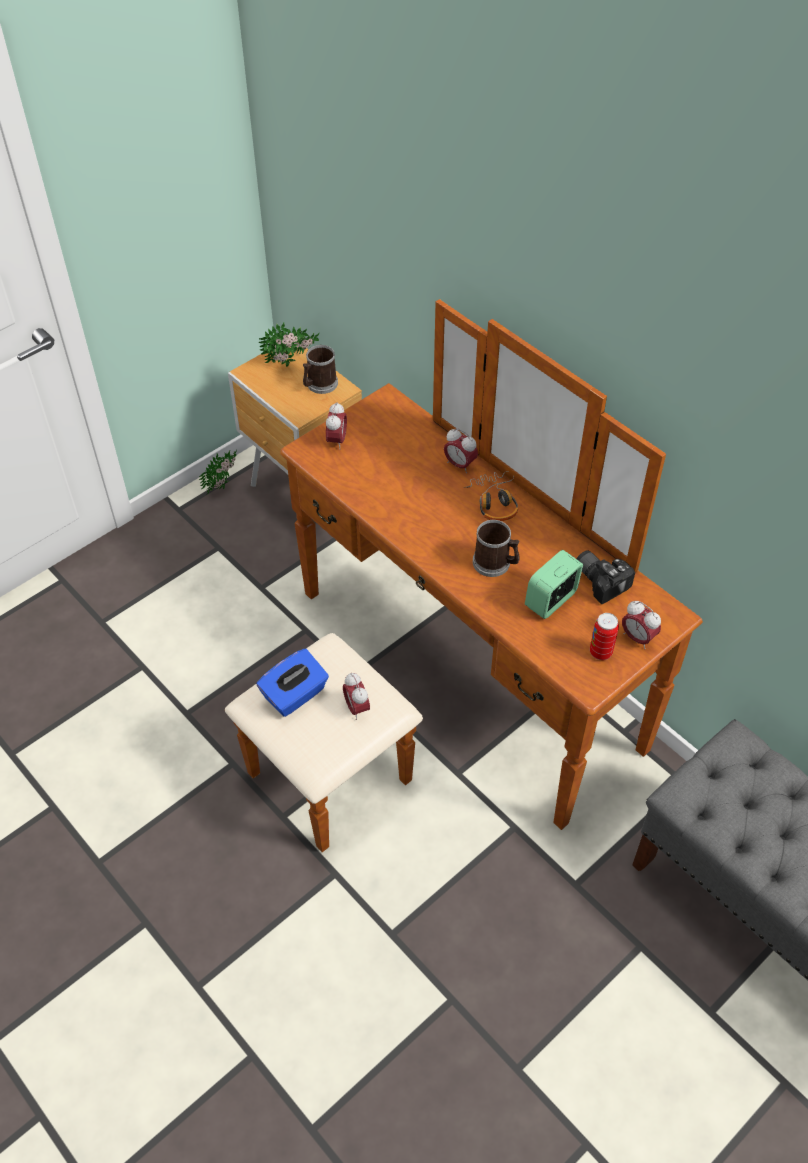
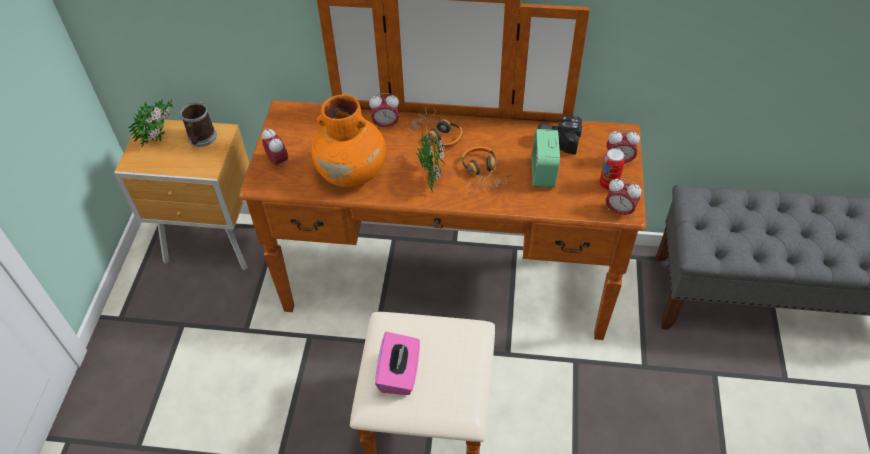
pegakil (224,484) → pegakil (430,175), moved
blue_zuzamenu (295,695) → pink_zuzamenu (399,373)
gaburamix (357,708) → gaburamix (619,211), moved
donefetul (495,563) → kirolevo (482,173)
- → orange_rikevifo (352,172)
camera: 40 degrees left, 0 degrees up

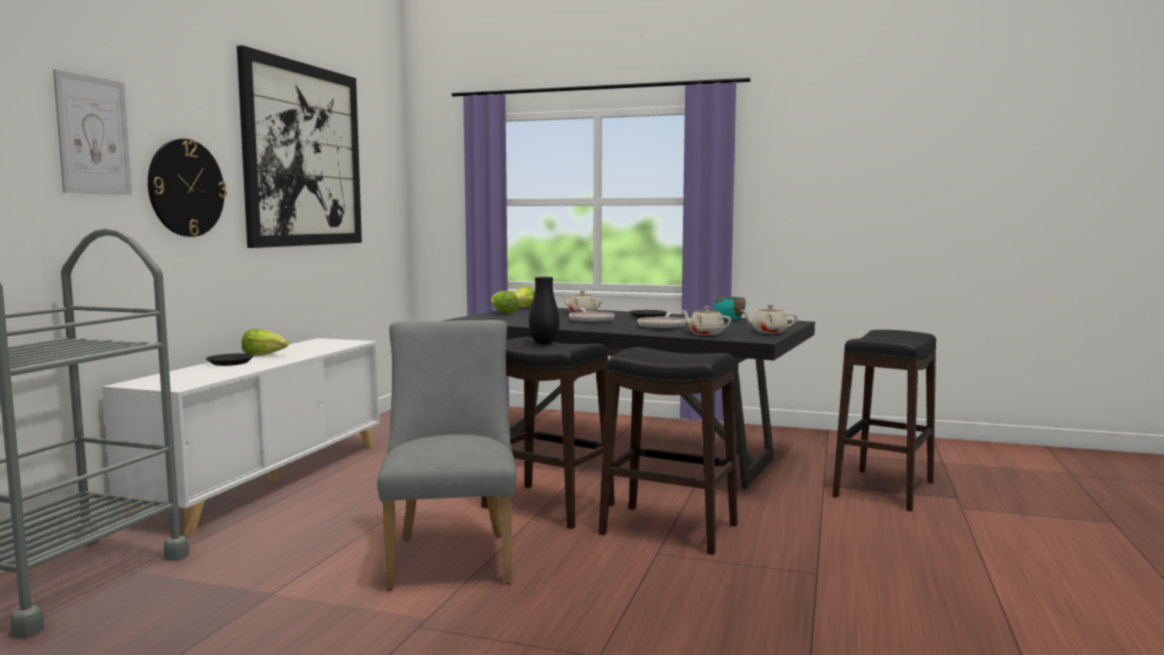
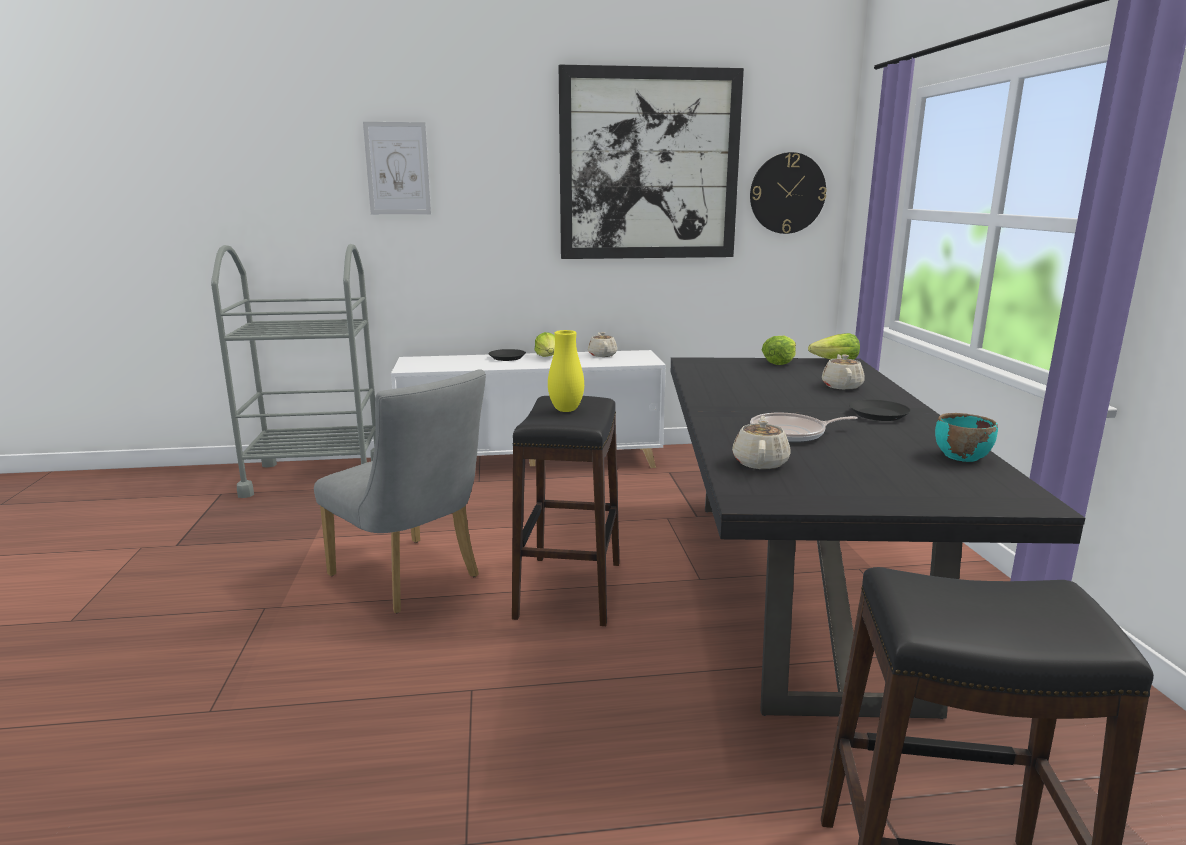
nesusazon (186,188) → nesusazon (787,193), moved
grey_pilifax (452,555) → grey_pilifax (411,579), 75 degrees clockwise
black_rikevifo (544,343) → yellow_rikevifo (566,410)
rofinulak (591,320) → -
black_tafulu (668,529) → -
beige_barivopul (768,332) → beige_barivopul (602,355), moved
camera: 65 degrees right, 10 degrees up

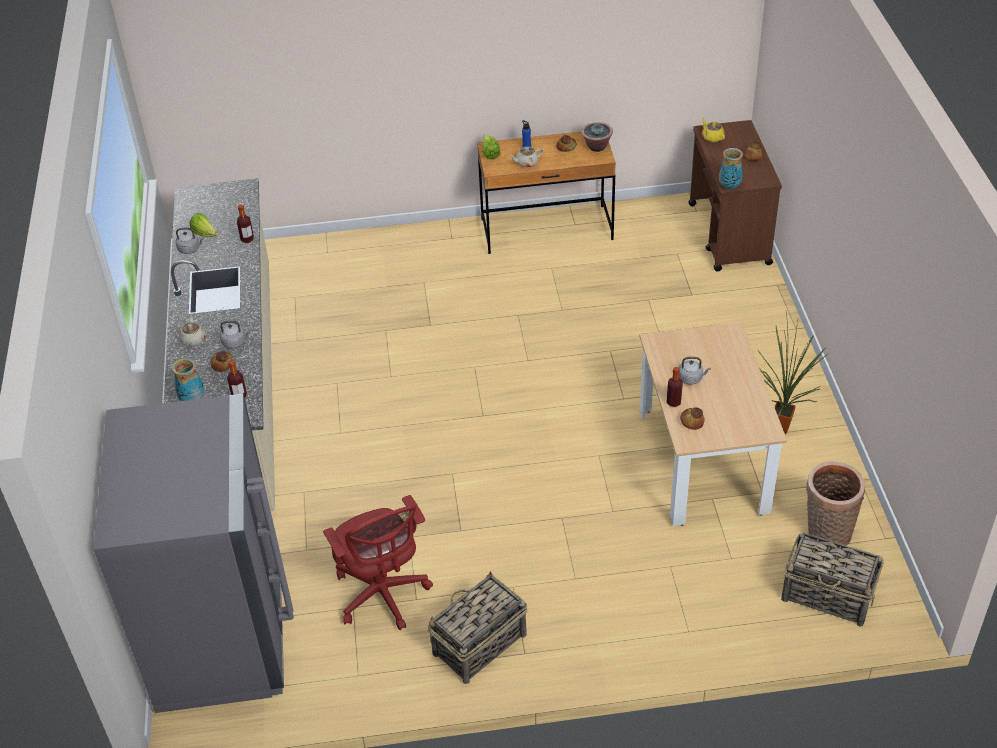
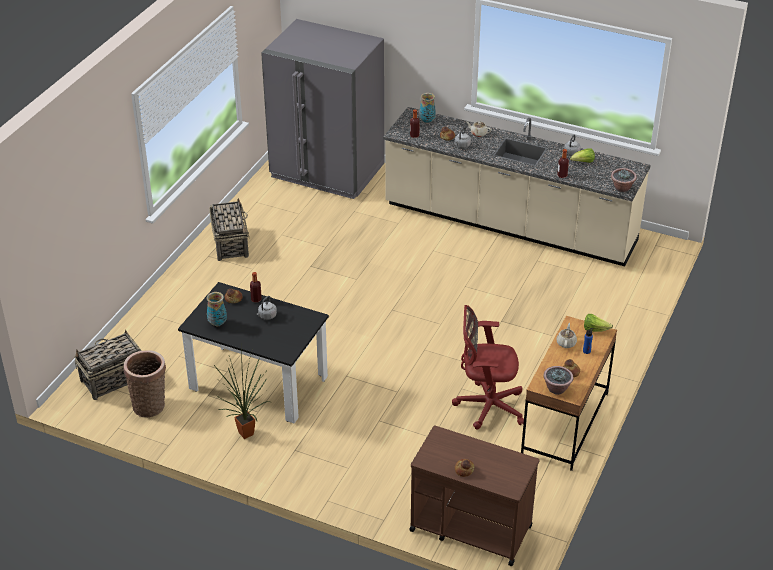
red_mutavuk (383,595) → red_mutavuk (486,406), moved
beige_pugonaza (702,461) → black_pugonaza (258,383)
yellow_barivopul (712,137) → -
rikevifo (729,186) → rikevifo (217,323), moved
- → pegakil (622,188)
camera: 120 degrees right, 5 degrees down

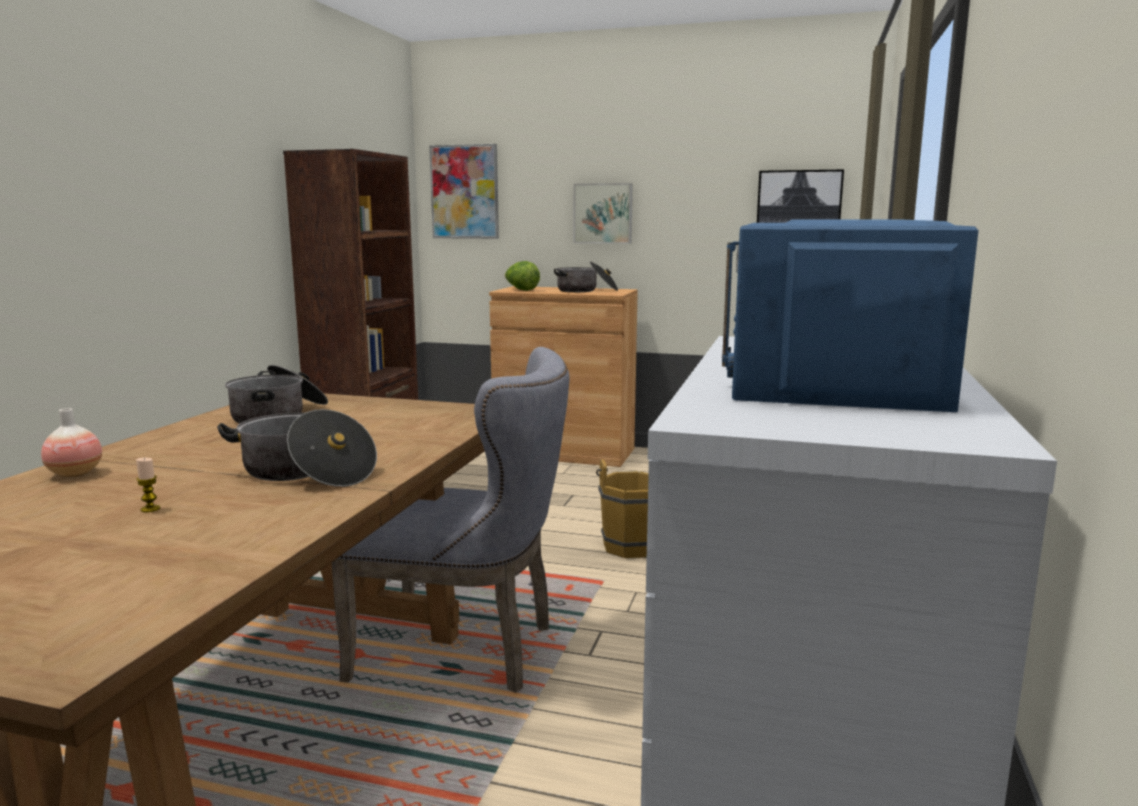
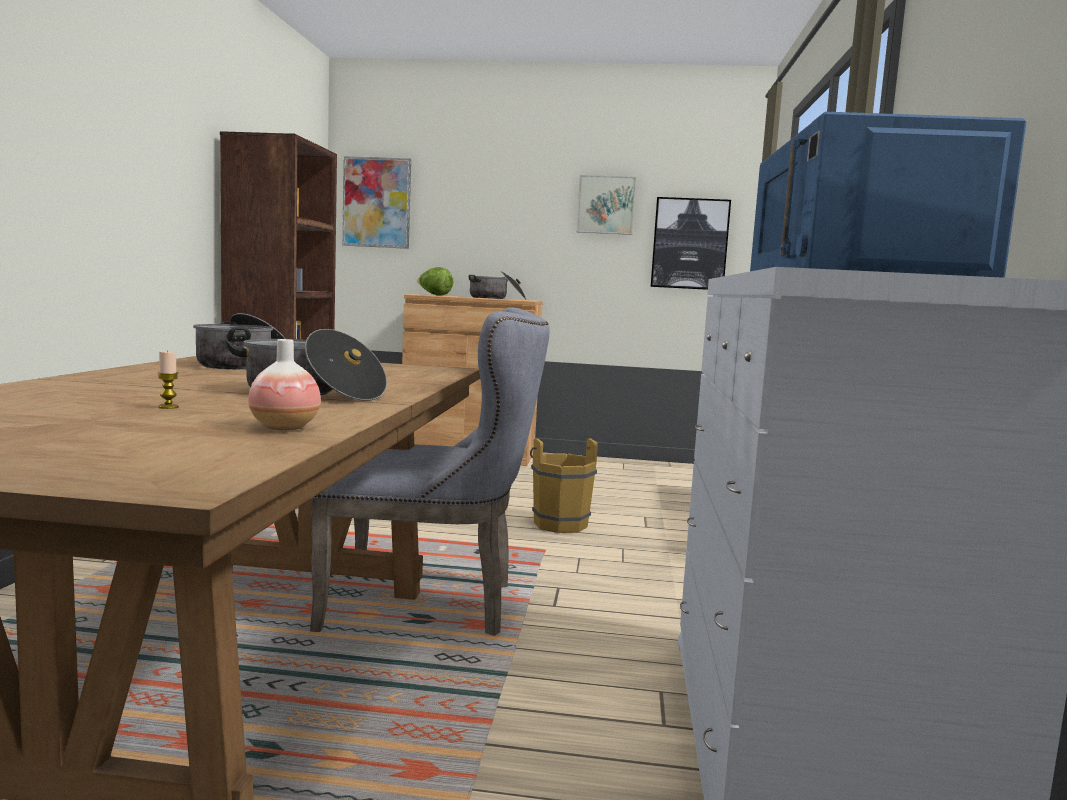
rikevifo (75,474) → rikevifo (284,428), moved
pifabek (603,213) → pifabek (606,205), moved
camera: 10 degrees left, 5 degrees down

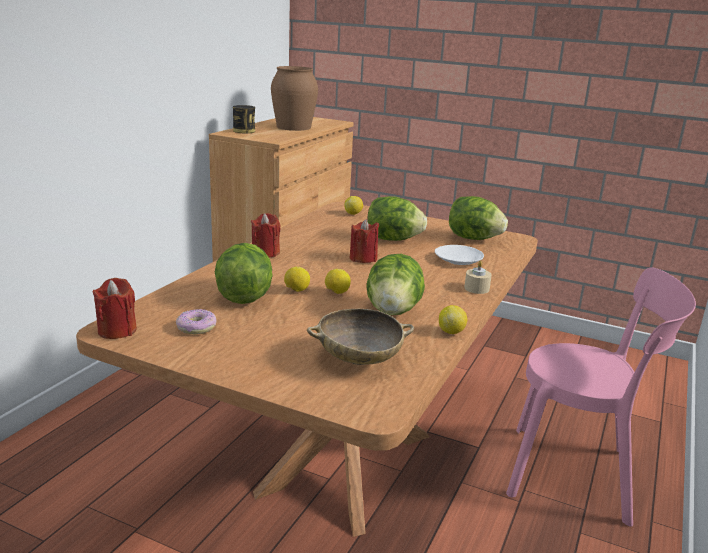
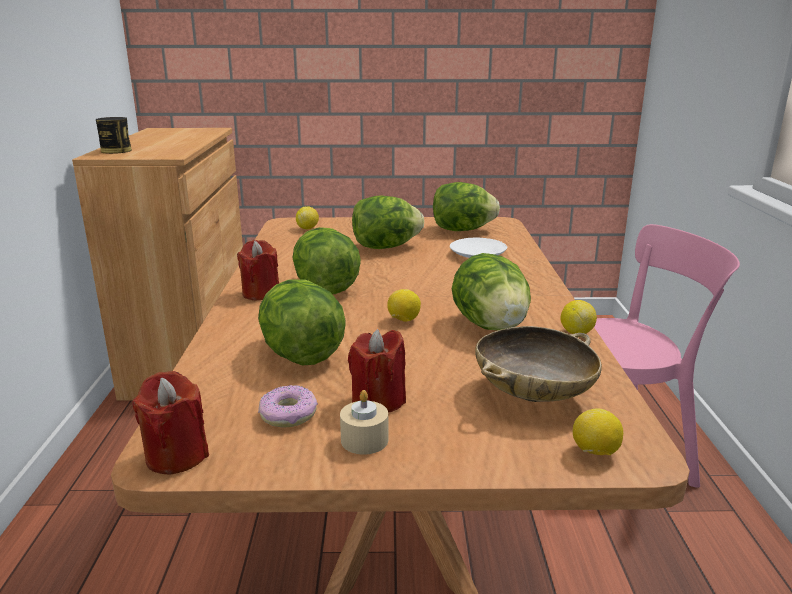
brown_rikevifo (293,127) → -
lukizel (296,290) → lukizel (594,452), moved
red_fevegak (363,258) → red_fevegak (378,401), moved
beige_fevegak (476,288) → beige_fevegak (364,440), moved
- → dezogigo (325,288)
camera: 25 degrees left, 0 degrees up

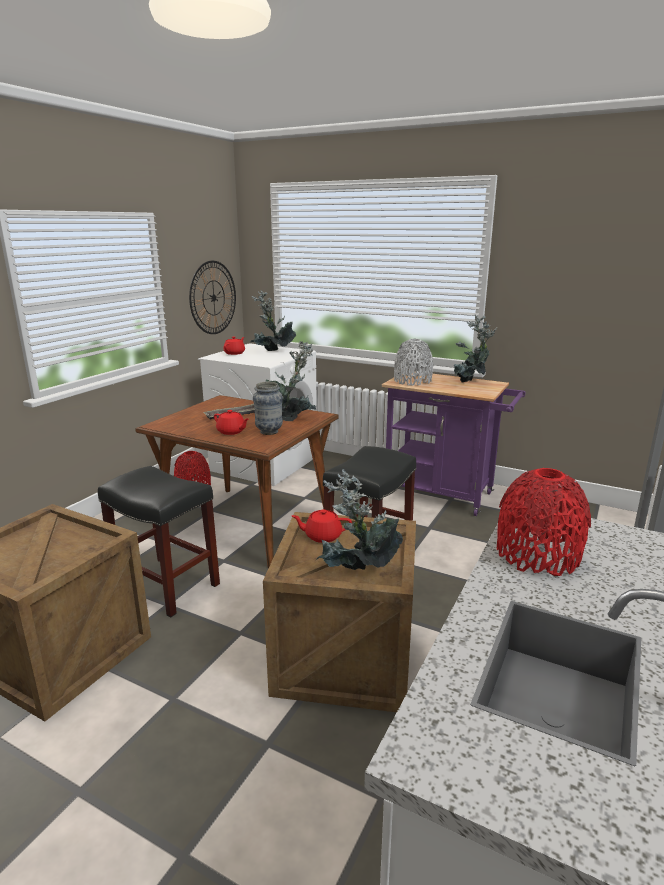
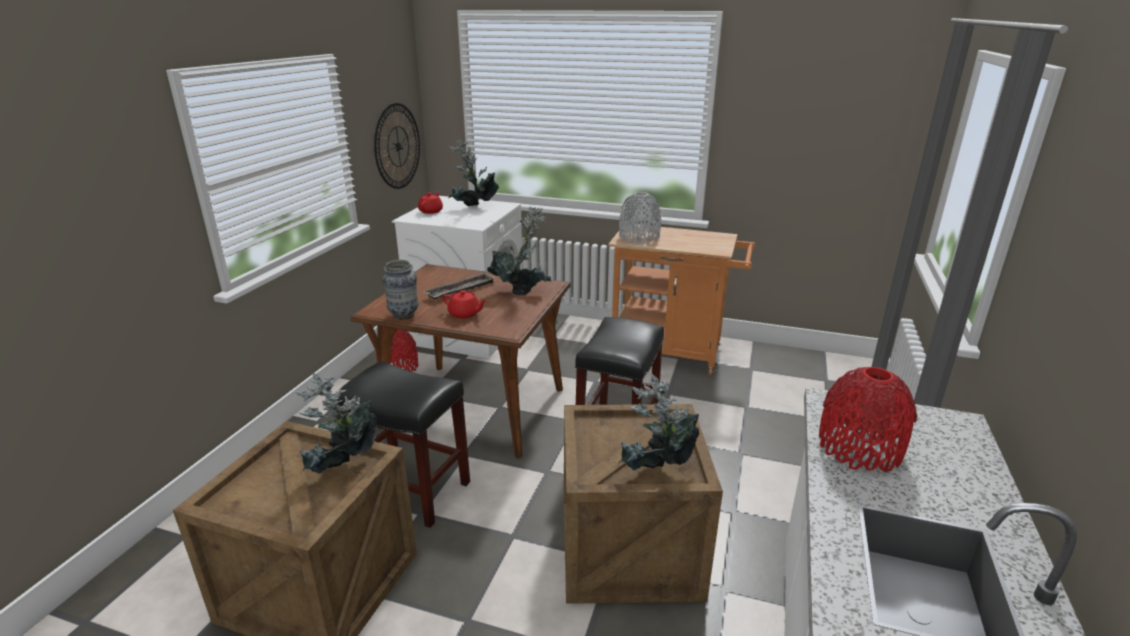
rikevifo (269,432) → rikevifo (404,315), moved
red_barivopul (322,536) → -
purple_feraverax (445,495) → orange_feraverax (673,354)
pegakil (471,383) → pegakil (345,469), moved
camera: 10 degrees left, 5 degrees up

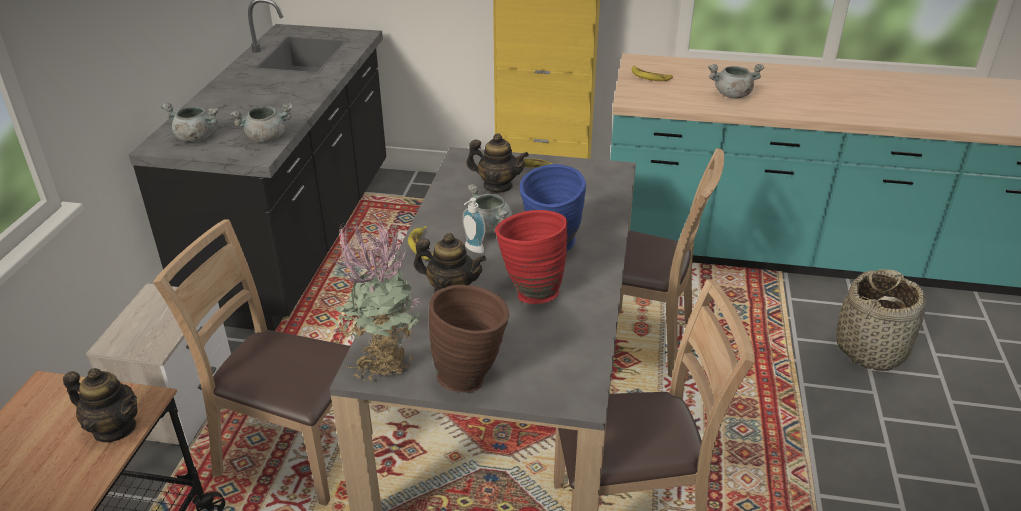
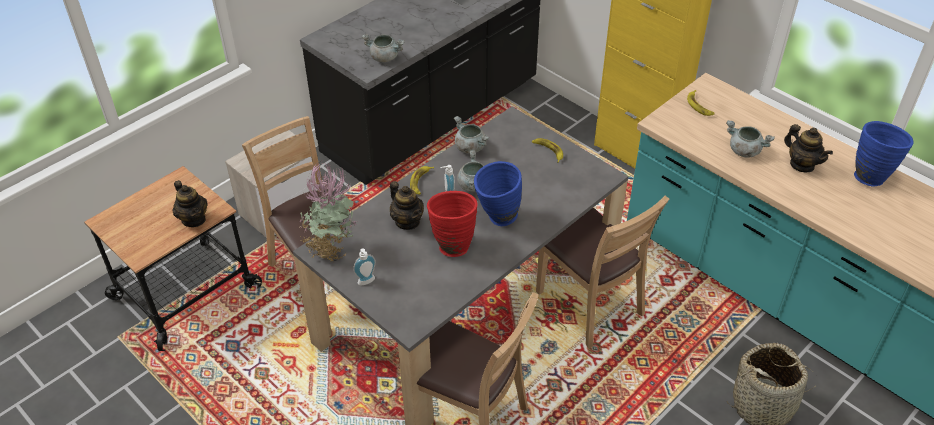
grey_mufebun (195,138) → grey_mufebun (470,147), moved
brown_rikevifo (471,376) → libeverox (367,282)
barivopul (497,186) → barivopul (802,165), moved
- → blue_rikevifo (870,175)
camera: 35 degrees right, 10 degrees up

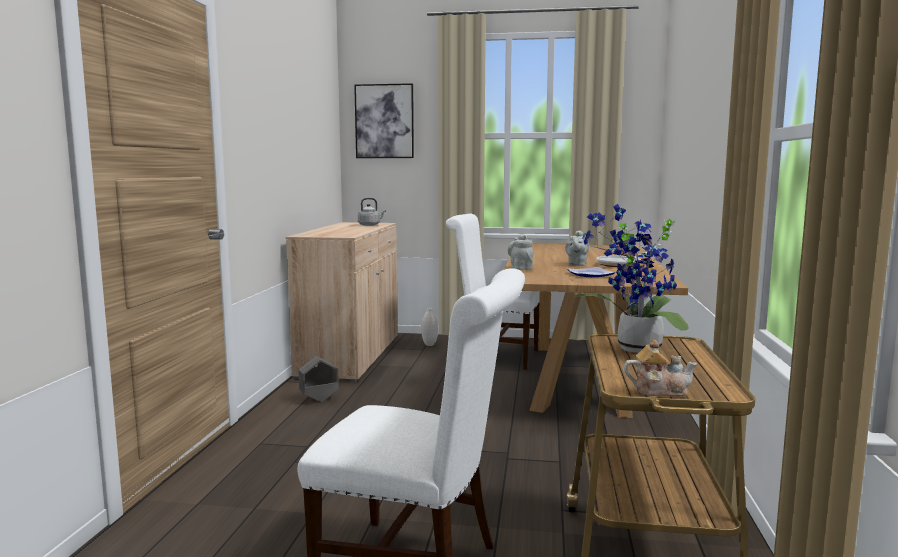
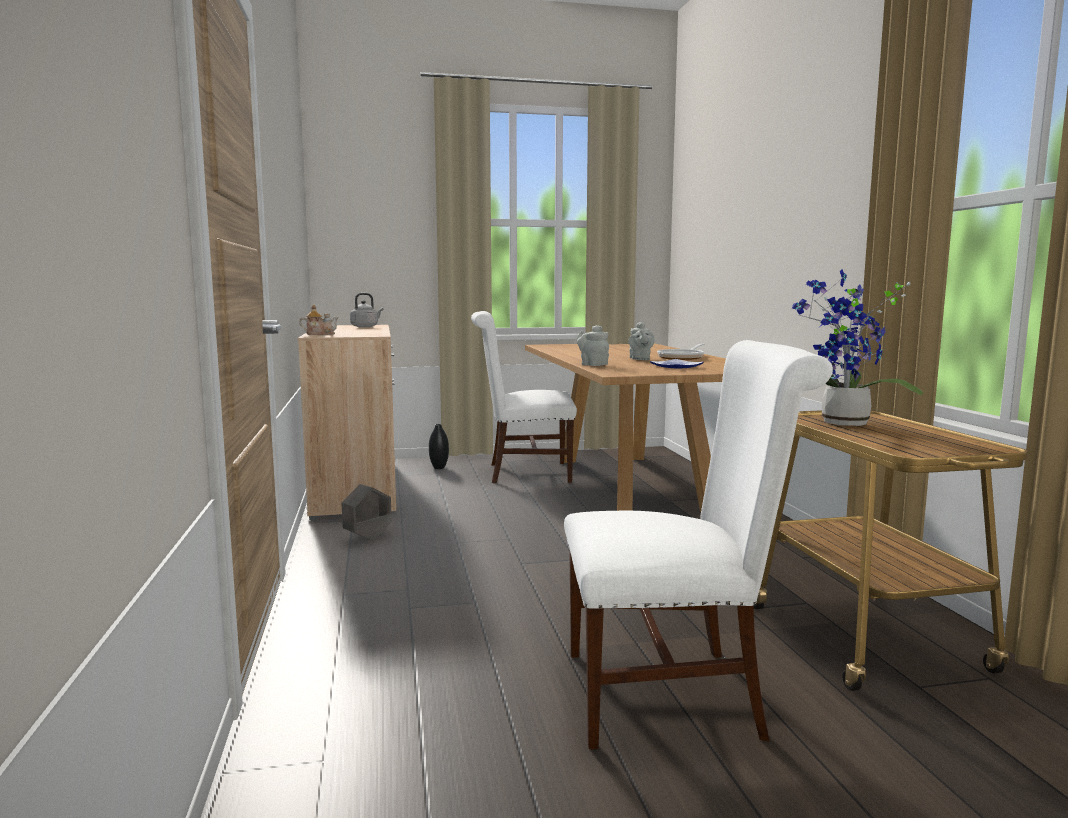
pifabek (384,121) → -
white_rikevifo (429,345) → black_rikevifo (439,468)
barivopul (659,391) → barivopul (320,334), moved
camera: 20 degrees left, 0 degrees up

